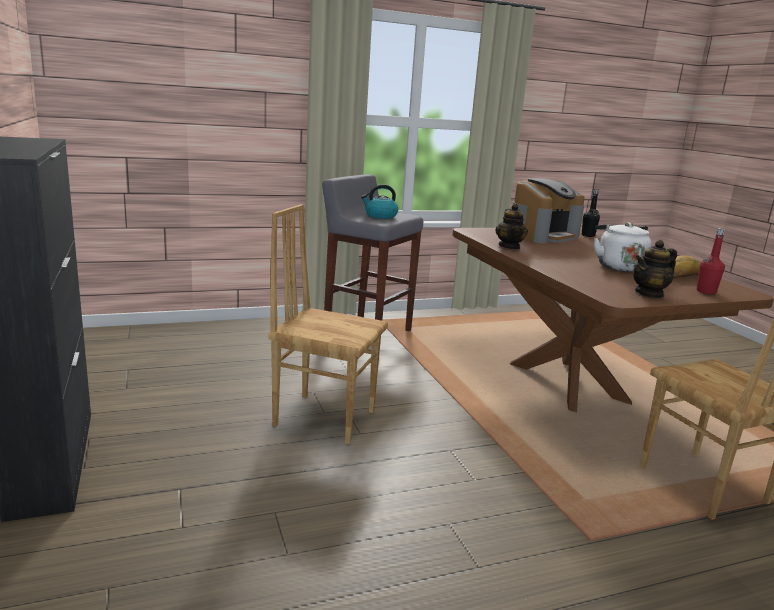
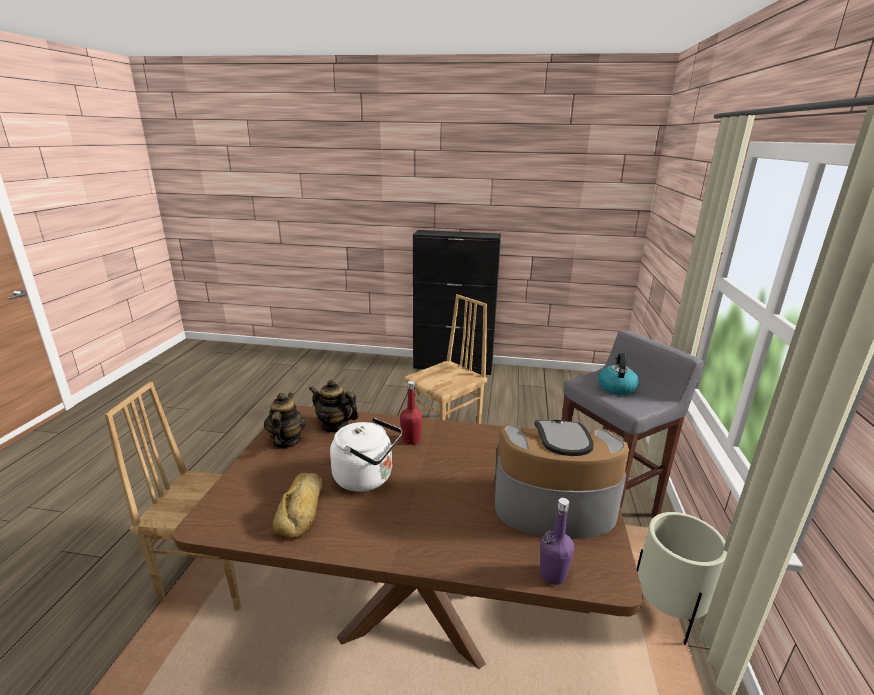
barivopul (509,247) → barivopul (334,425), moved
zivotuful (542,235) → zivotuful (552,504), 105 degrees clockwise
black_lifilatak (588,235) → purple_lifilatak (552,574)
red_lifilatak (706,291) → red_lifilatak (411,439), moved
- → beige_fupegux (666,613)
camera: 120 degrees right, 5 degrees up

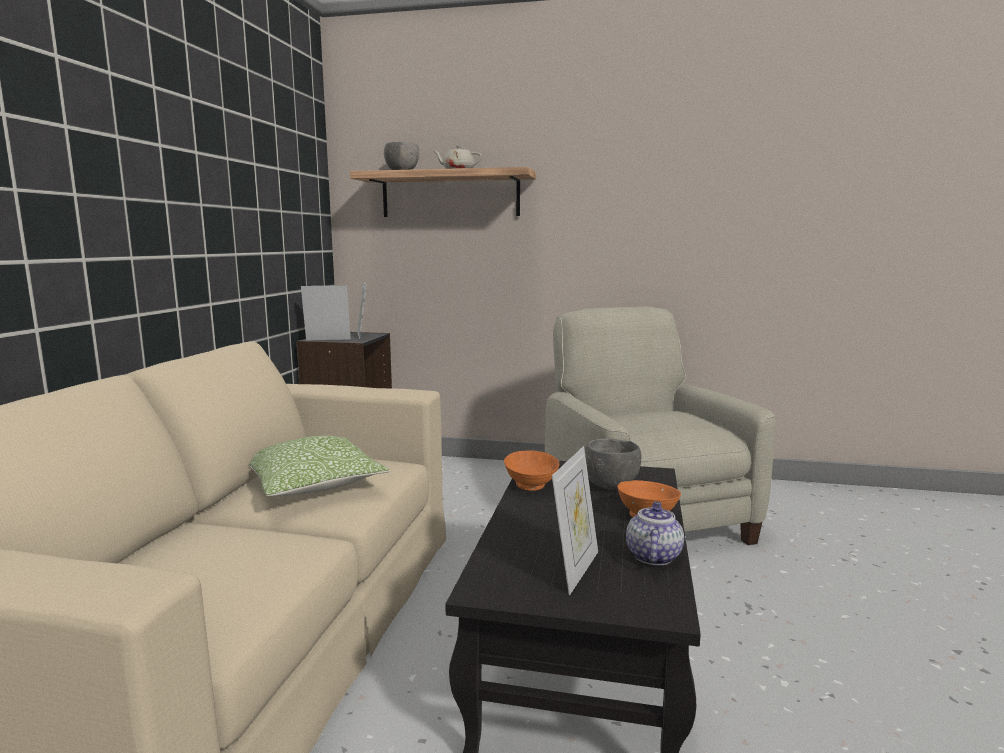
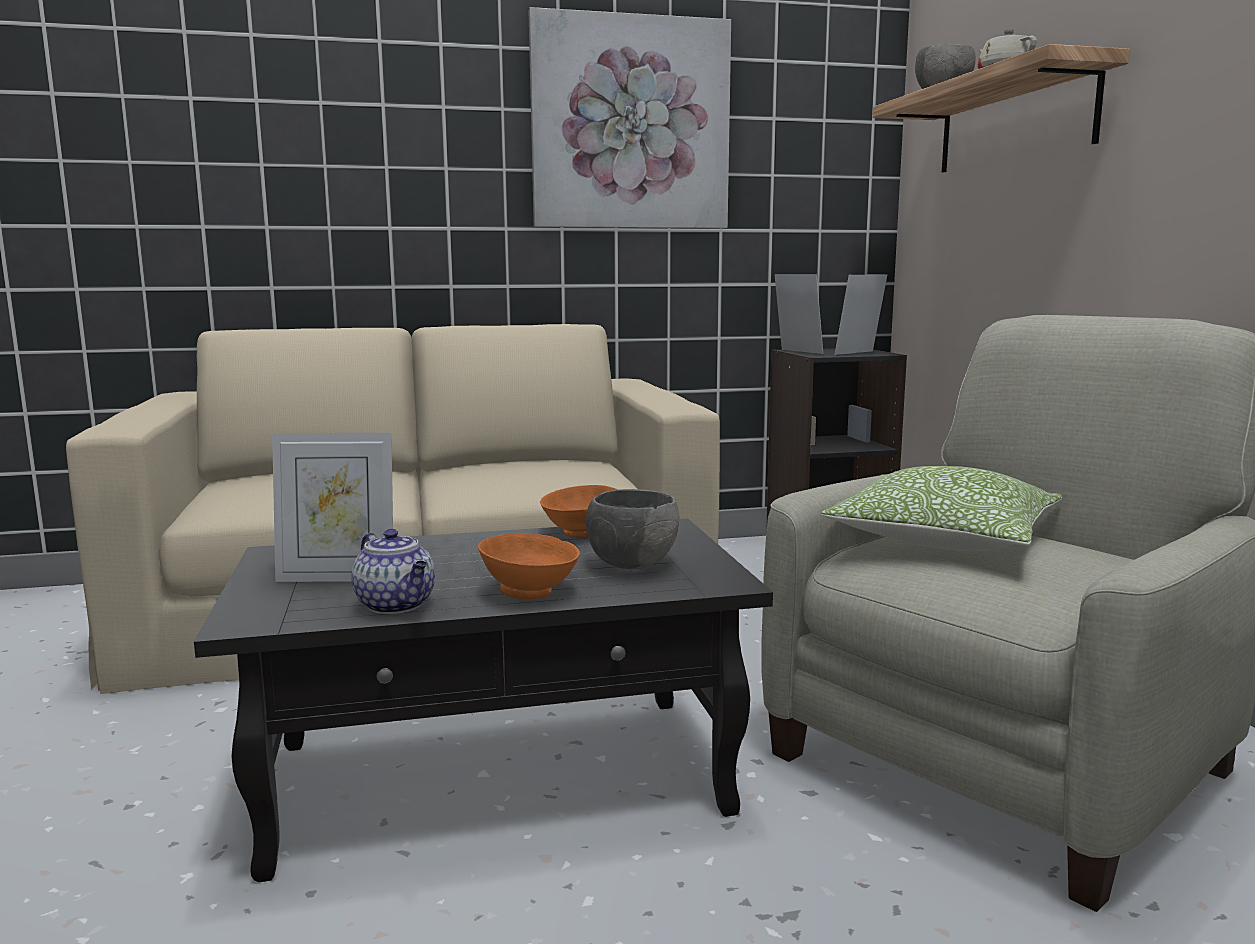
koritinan (312,484) → koritinan (943,540), moved
barivopul (652,556) → barivopul (397,605), 60 degrees clockwise
- → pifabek (630,124)
camera: 65 degrees right, 0 degrees up

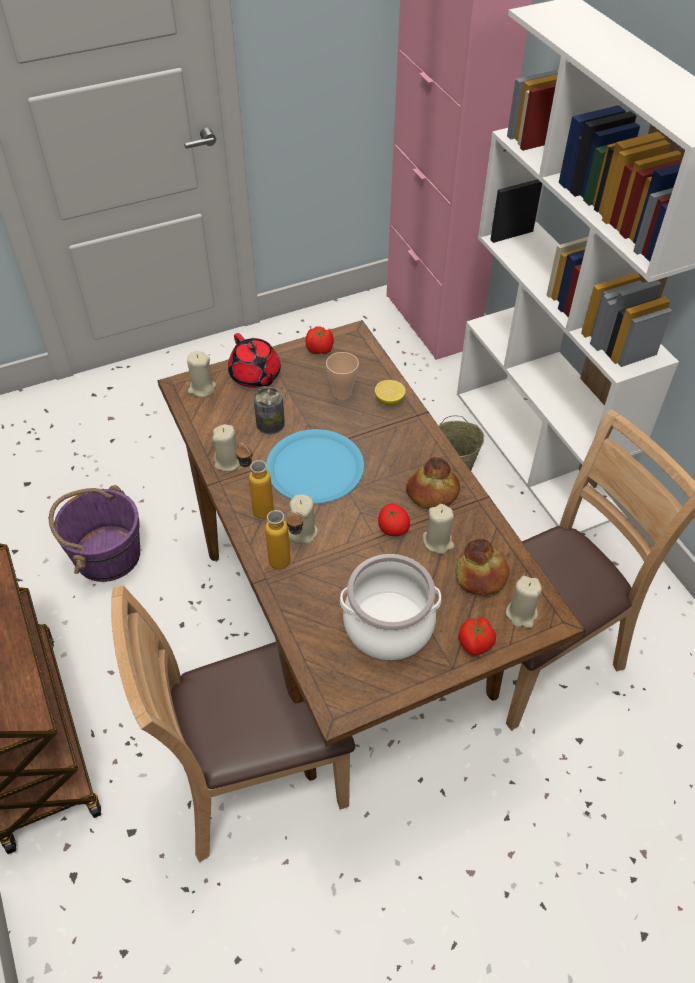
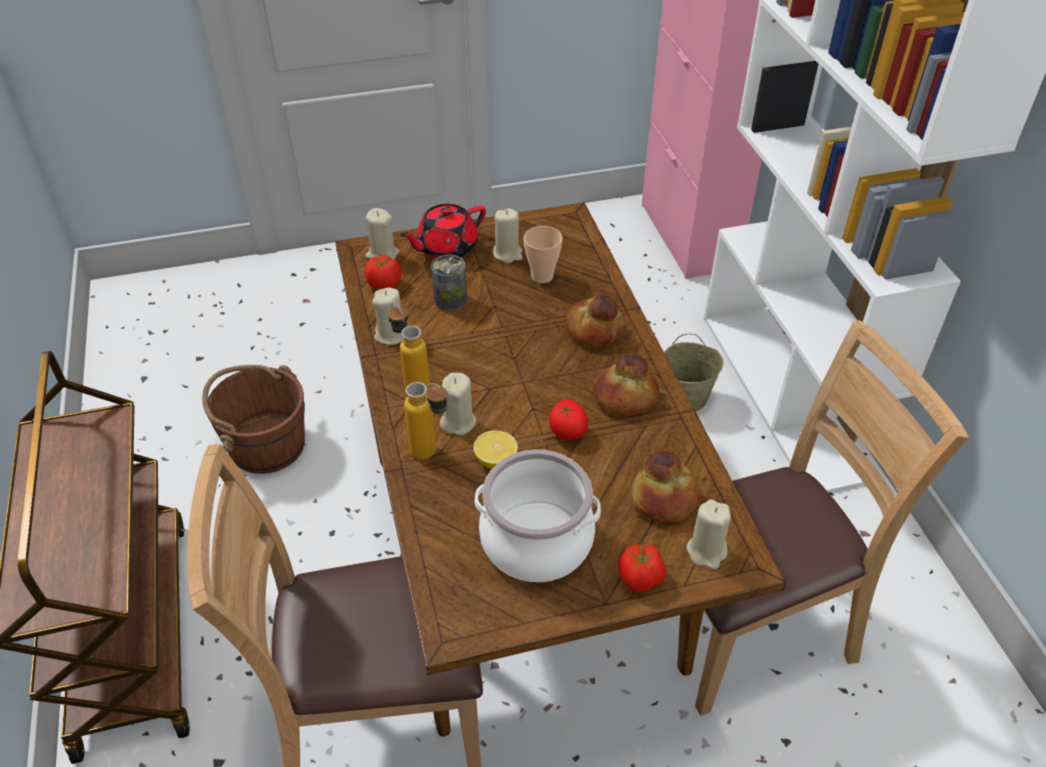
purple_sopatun (106,555) → brown_sopatun (266,444)
red_barivopul (255,376) → red_barivopul (446,248), 75 degrees clockwise
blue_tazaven (315,467) → -
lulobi (320,350) → lulobi (384,284), moved
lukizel (389,400) → lukizel (495,460), moved
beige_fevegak (438,542) → beige_fevegak (508,253), moved
- → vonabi (593,329)
camera: 10 degrees right, 5 degrees down

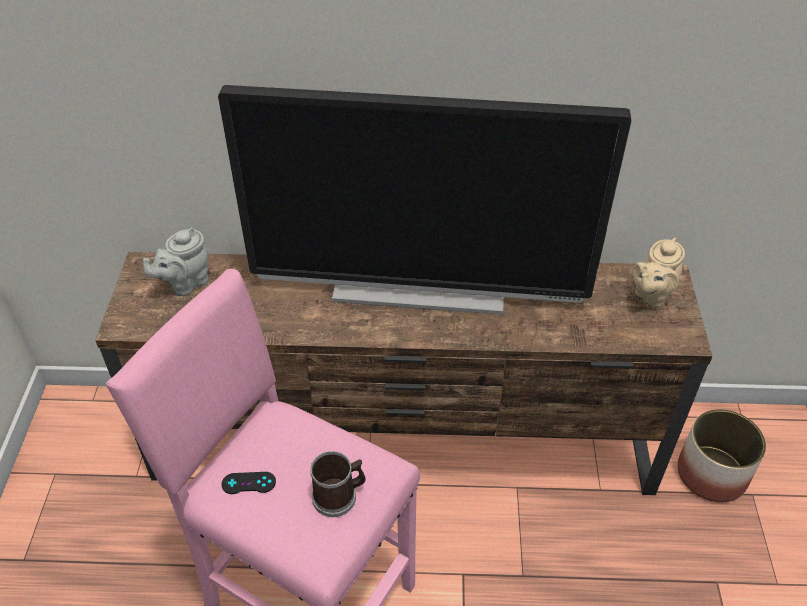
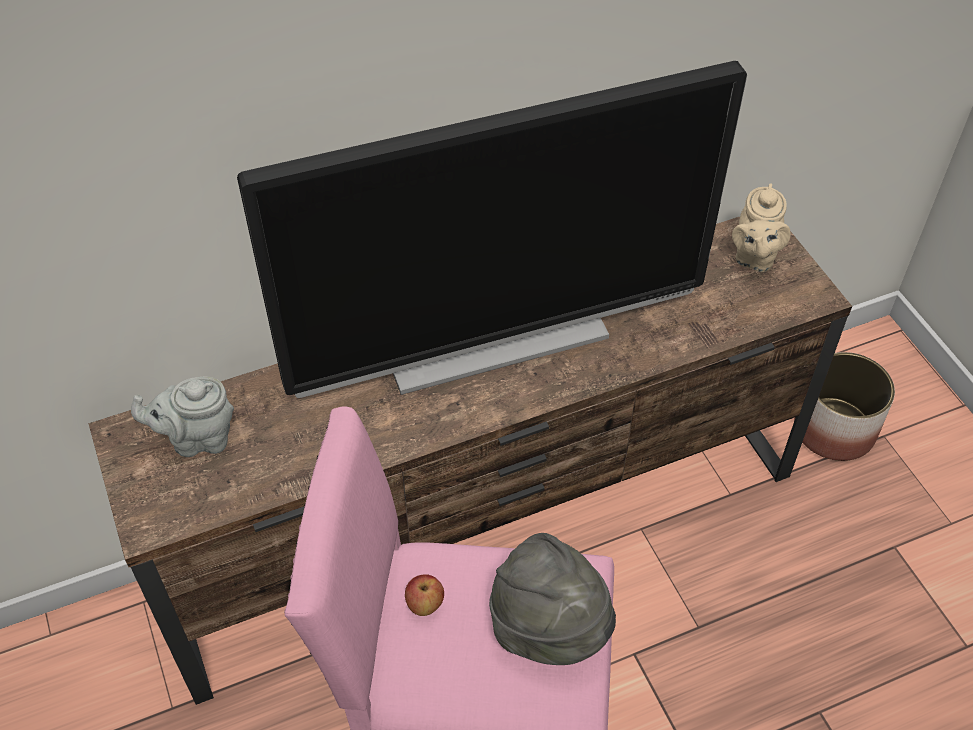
grey_barivopul (185,283) → grey_barivopul (197,439), 60 degrees clockwise
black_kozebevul (248,483) → -
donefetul (339,496) → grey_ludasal (549,628)
- → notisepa (424,604)
camera: 25 degrees left, 5 degrees up

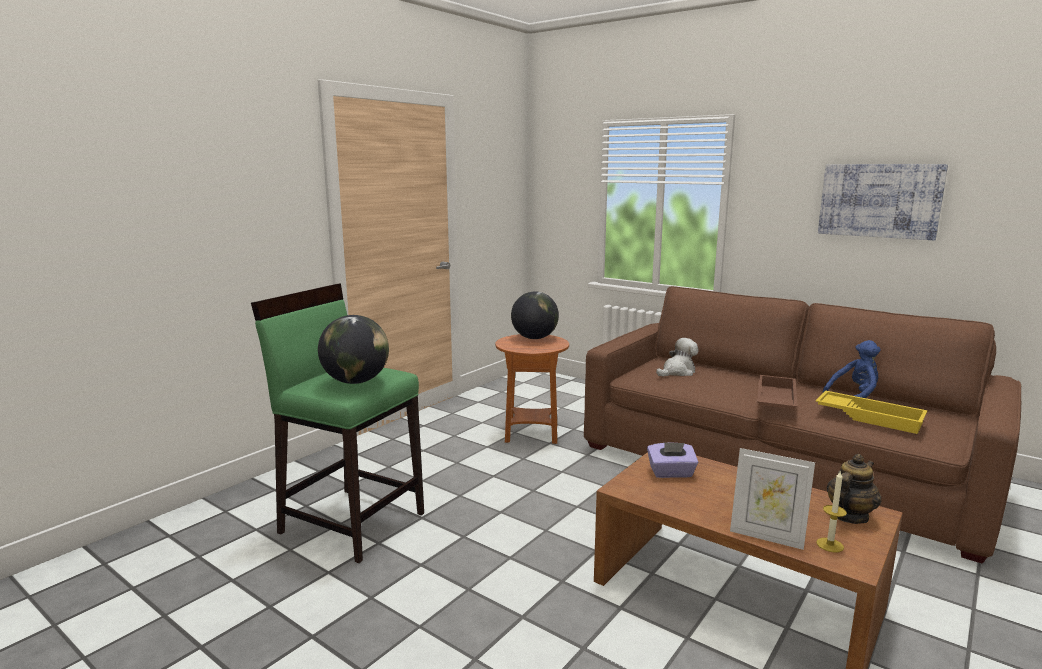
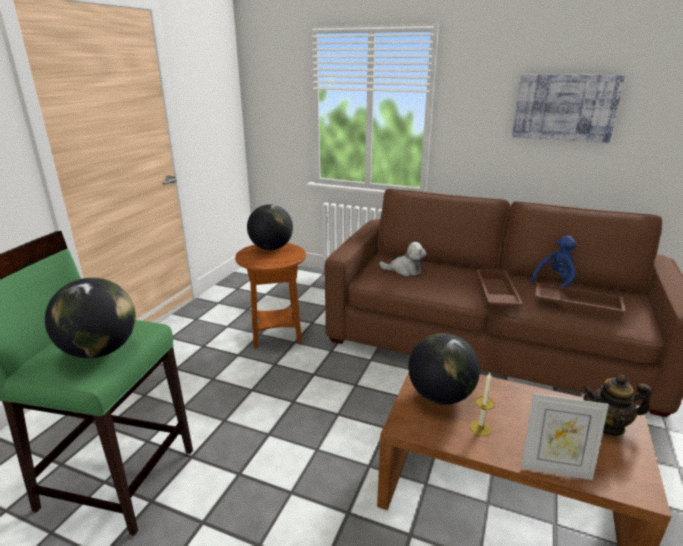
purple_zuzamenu (671,473) → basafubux (440,396)
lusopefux (677,372) → lusopefux (405,270), 60 degrees clockwise
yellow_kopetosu (870,417) → brown_kopetosu (577,305)
fevegak (830,545) → fevegak (480,428), moved
barivopul (849,516) → barivopul (608,425), 120 degrees counterclockwise
camera: 15 degrees left, 10 degrees up

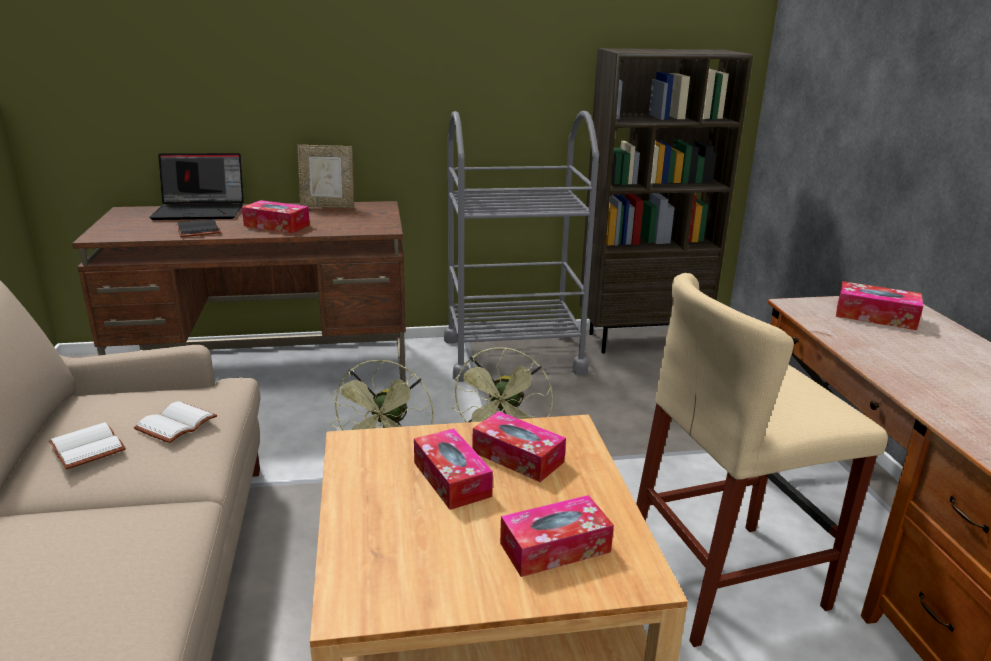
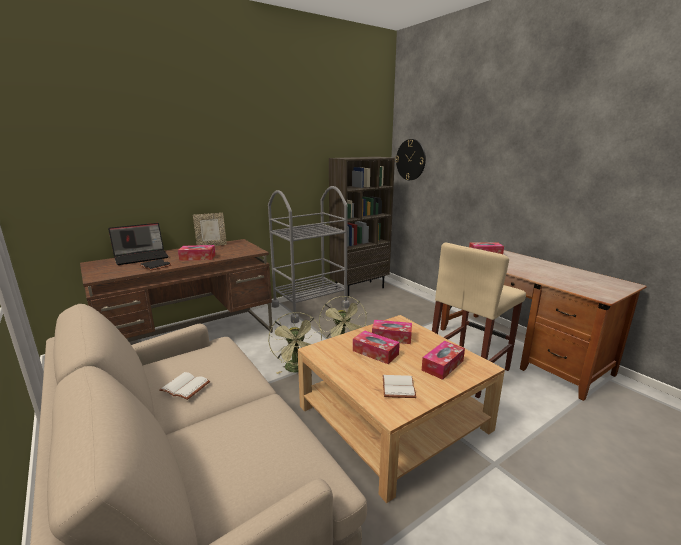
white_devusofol (177,425) → white_devusofol (399,387), moved
- → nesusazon (411,160)
camera: 25 degrees left, 5 degrees down

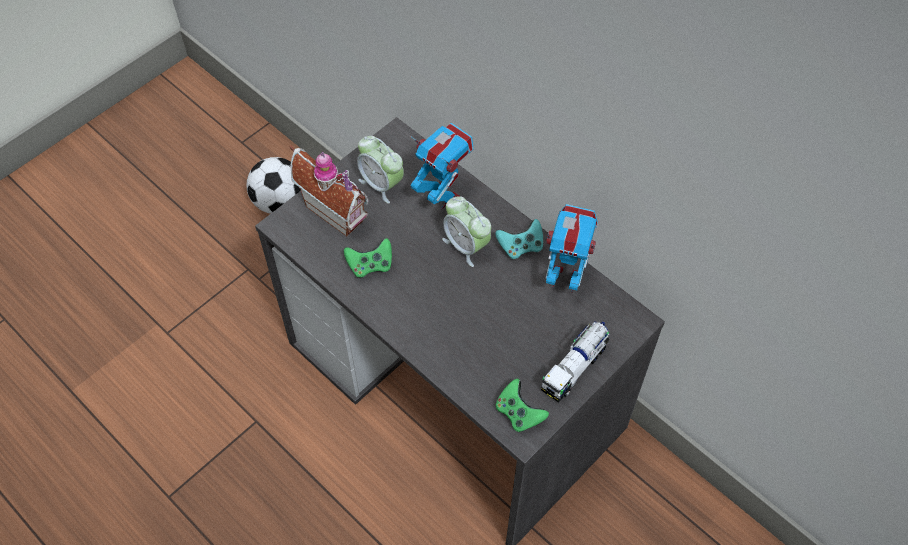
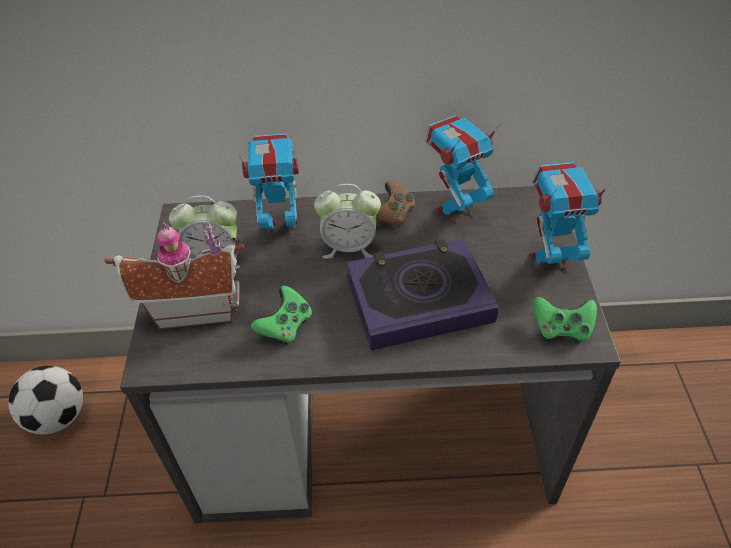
turquoise_kozebevul (520,246) → brown_kozebevul (392,215)
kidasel (575,367) → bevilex (549,261)
- → devusofol (418,299)
camera: 45 degrees left, 10 degrees down

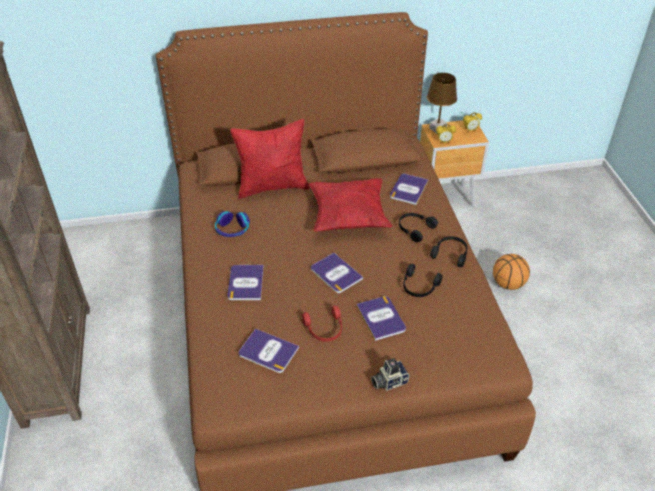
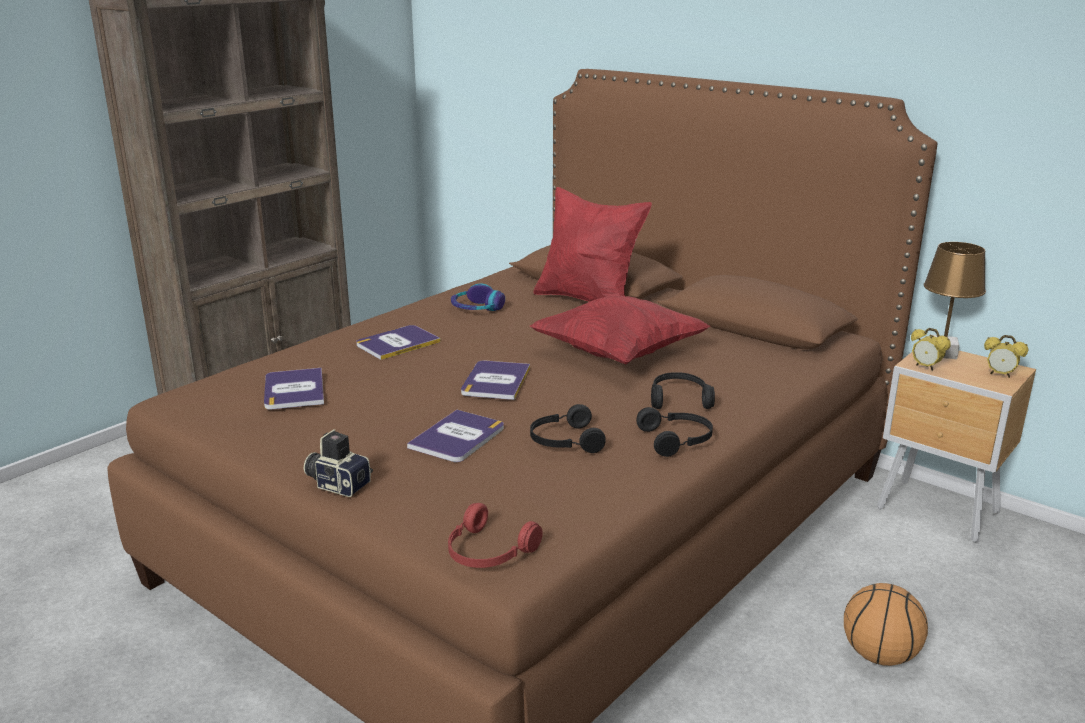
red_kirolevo (325,329) → red_kirolevo (487,553), moved
devusofol (408,189) → -
camera: 50 degrees right, 20 degrees down

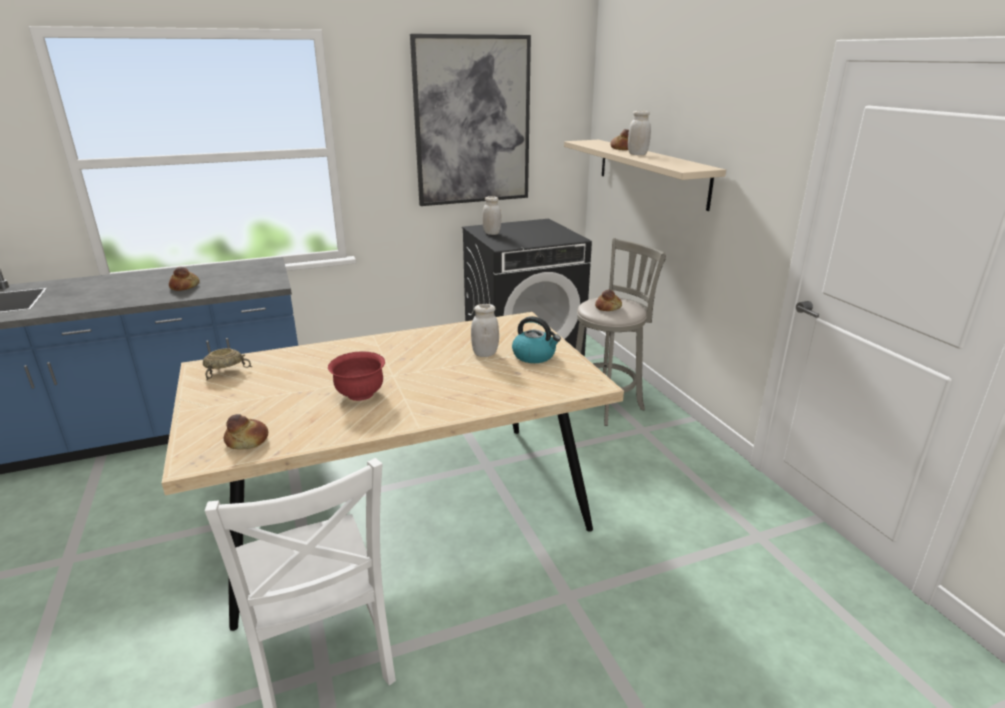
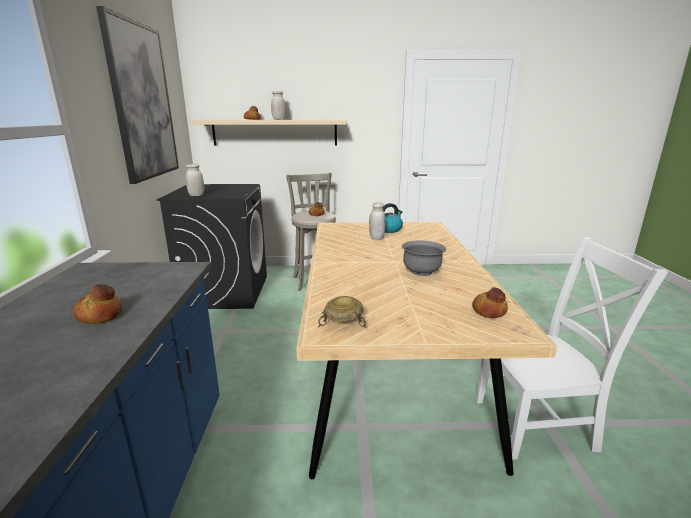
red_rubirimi (360,394) → grey_rubirimi (421,272)
camera: 70 degrees left, 5 degrees down

